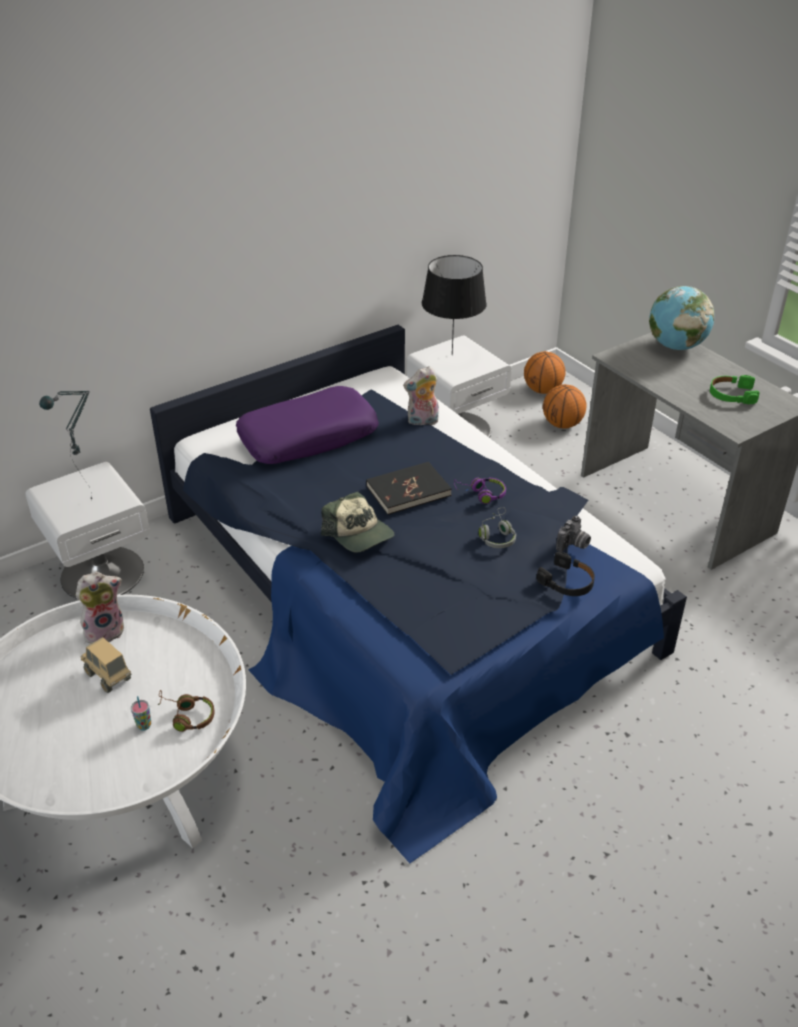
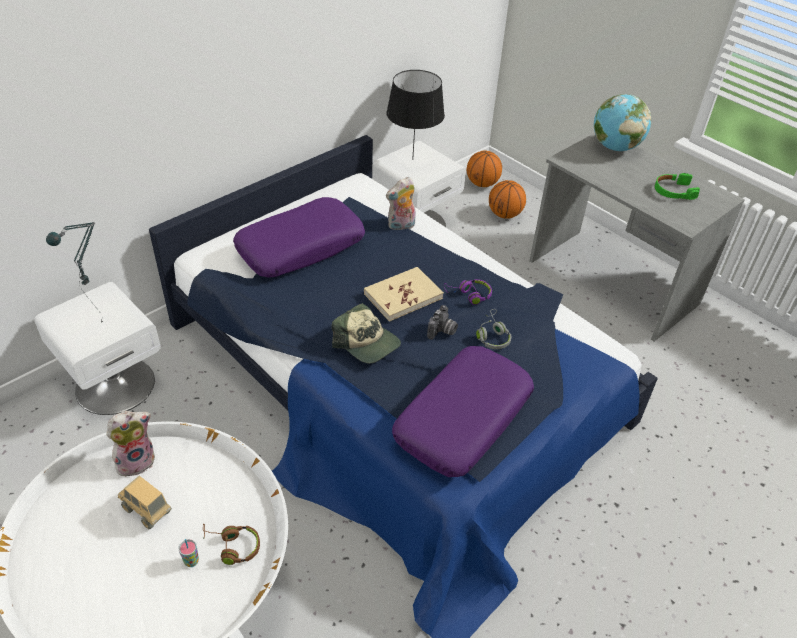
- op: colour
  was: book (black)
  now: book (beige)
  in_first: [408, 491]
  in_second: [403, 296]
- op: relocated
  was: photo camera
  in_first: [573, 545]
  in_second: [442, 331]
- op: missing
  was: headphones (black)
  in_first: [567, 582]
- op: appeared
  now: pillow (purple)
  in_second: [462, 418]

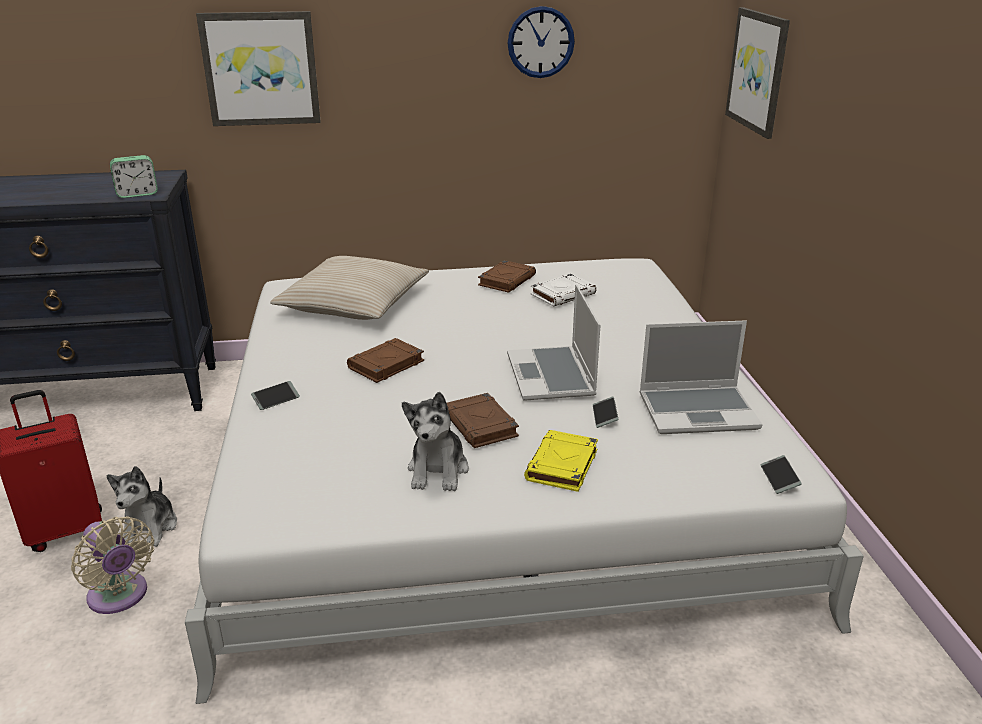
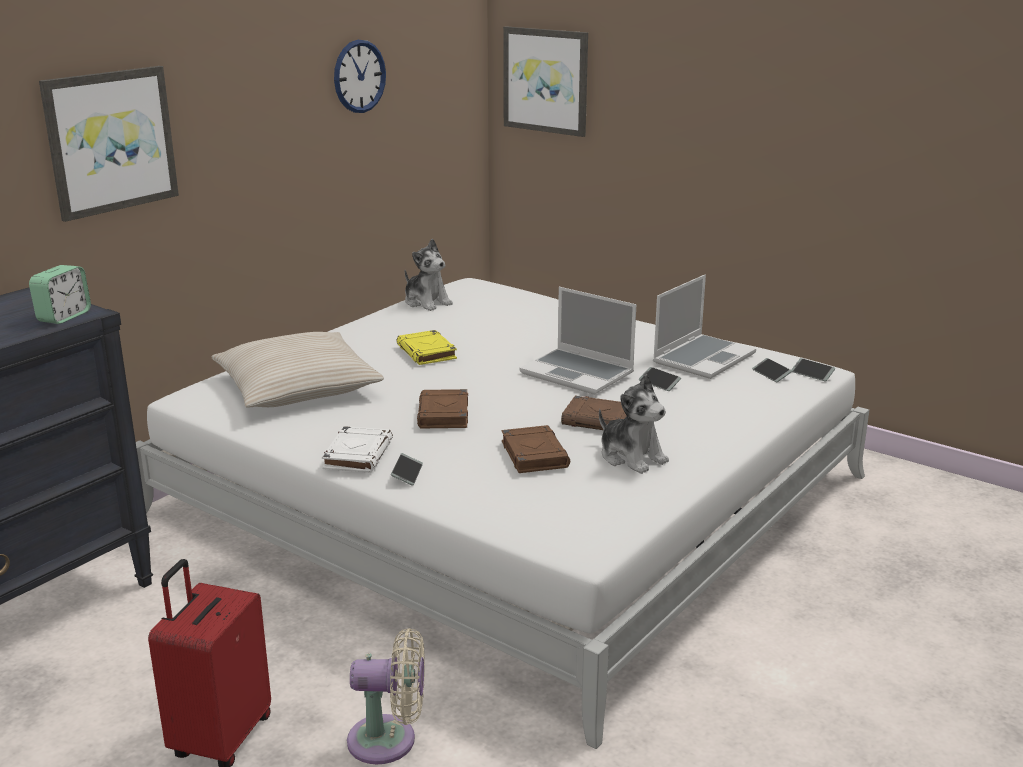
- op: relocated
  was: book (brown)
  in_first: [507, 280]
  in_second: [534, 454]
- op: relocated
  was: book (white)
  in_first: [563, 294]
  in_second: [358, 454]
- op: relocated
  was: book (yellow)
  in_first: [562, 466]
  in_second: [427, 352]
- op: relocated
  was: plush toy
  in_first: [150, 528]
  in_second: [427, 302]
- op: appeared
  now: phone
  in_second: [771, 374]

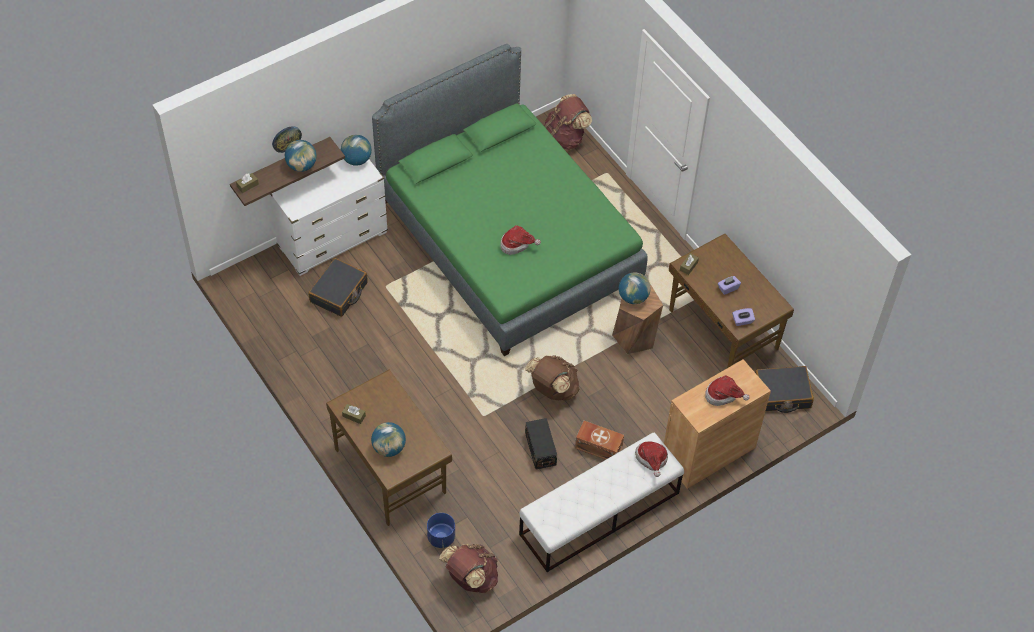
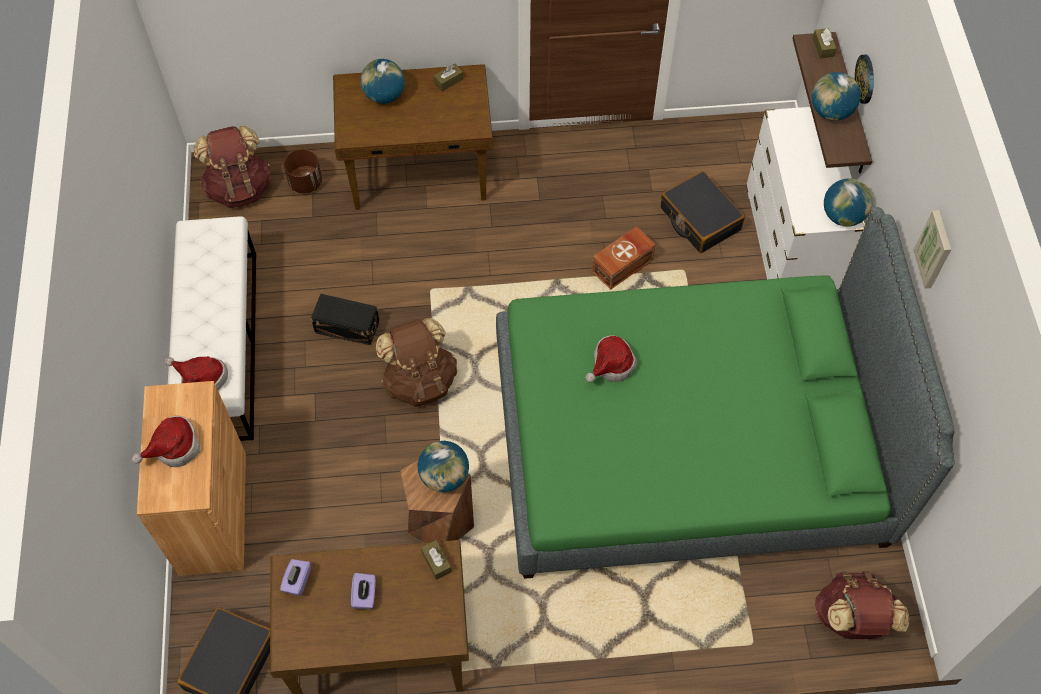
- op: relocated
  was: storage box (brown)
  in_first: [598, 446]
  in_second: [623, 266]
- op: colour
  was: planter (blue)
  now: planter (brown)
  in_first: [441, 537]
  in_second: [305, 182]
- op: appeared
  now: picture
  in_second: [935, 249]

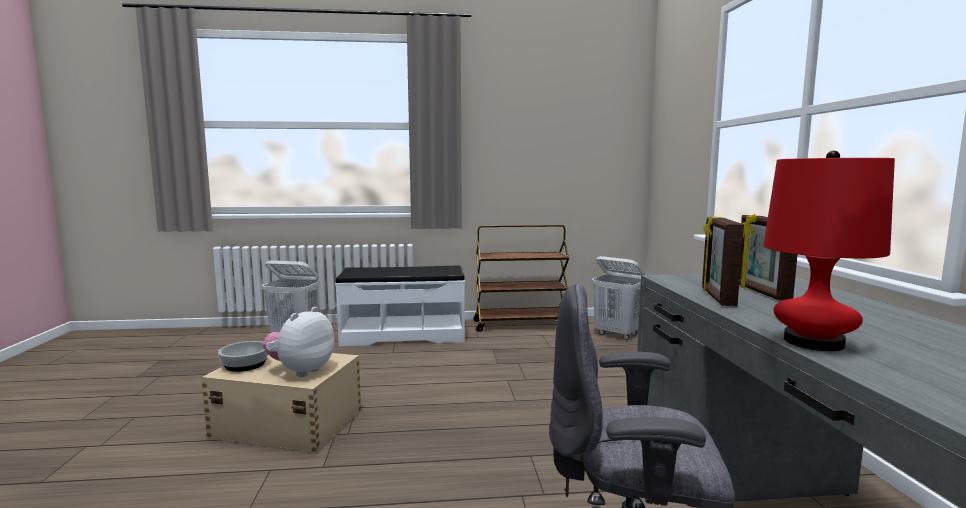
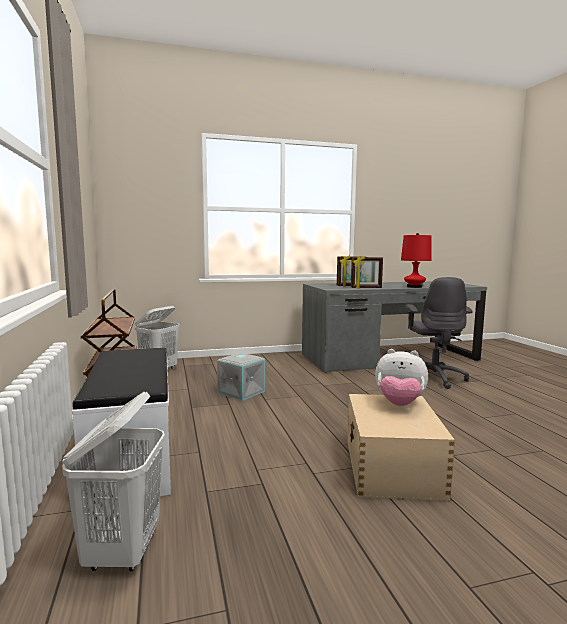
- op: missing
  was: bowl
  in_first: [246, 365]
- op: appeared
  now: storage box (grey)
  in_second: [241, 392]

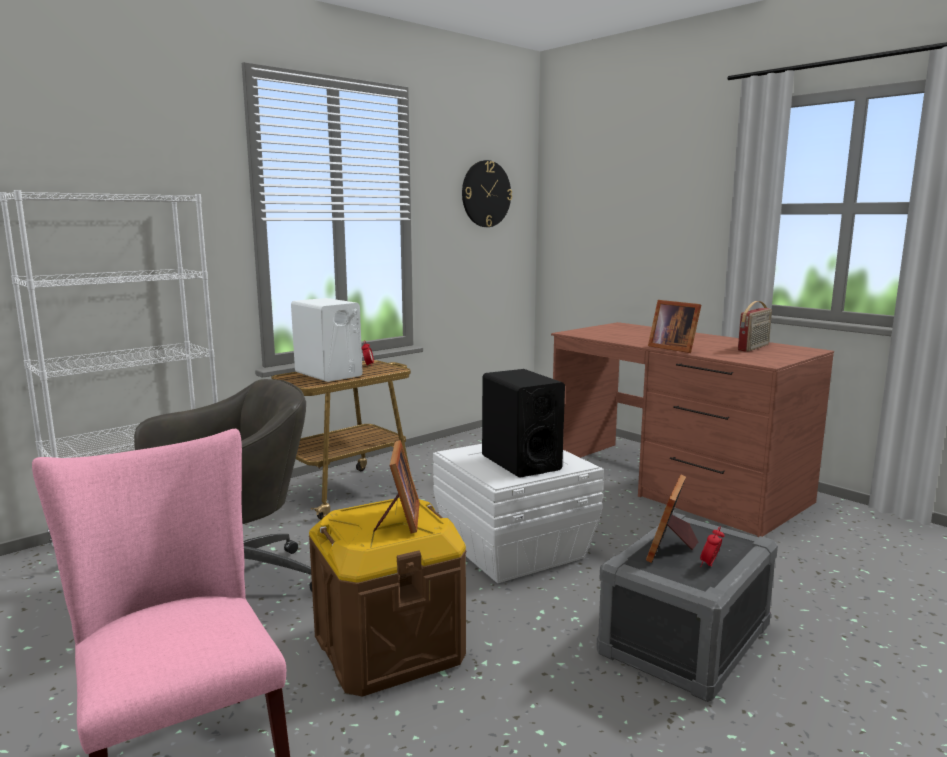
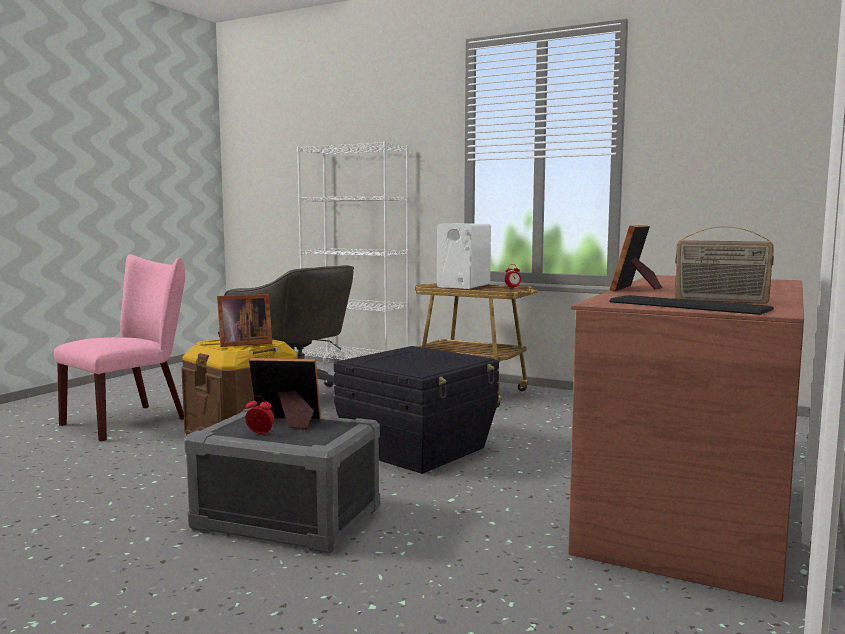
- op: missing
  was: wall clock
  in_first: [486, 194]
- op: missing
  was: speaker (black)
  in_first: [520, 462]
- op: colour
  was: storage box (white)
  now: storage box (black)
  in_first: [514, 548]
  in_second: [418, 449]
- op: appeared
  now: keyboard
  in_second: [688, 306]

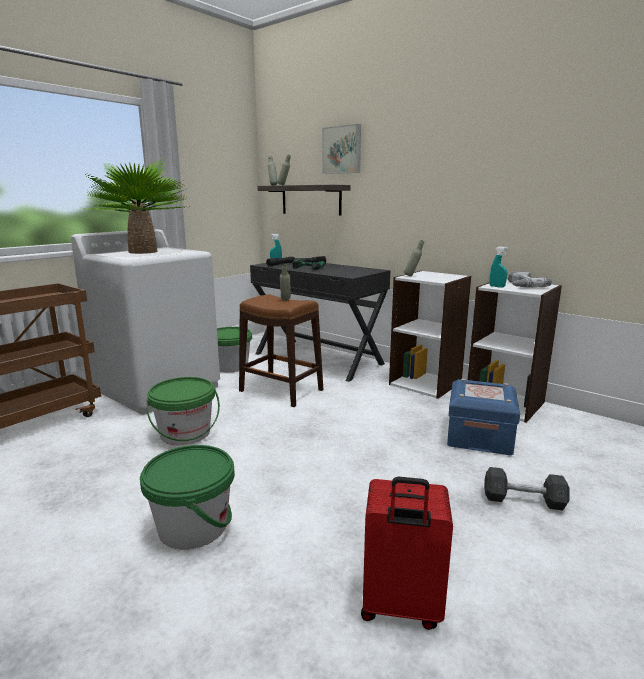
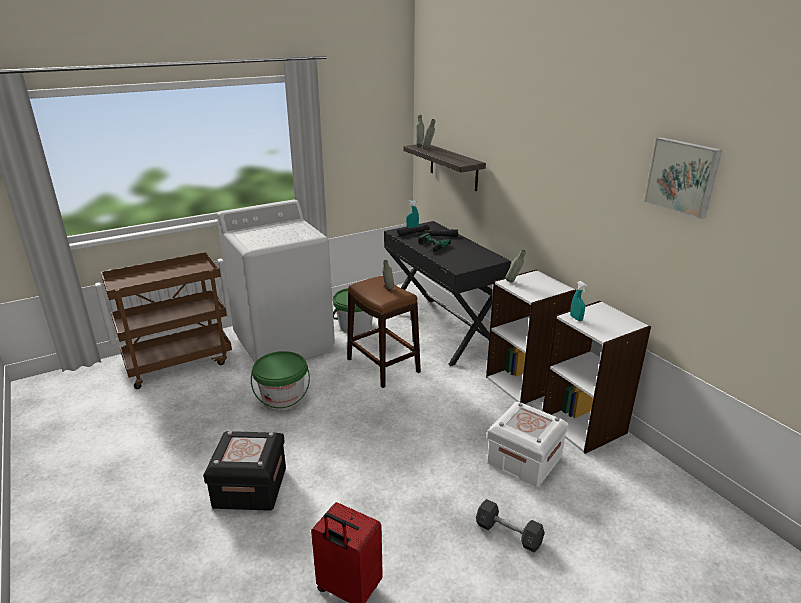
- op: relocated
  was: picture
  in_first: [342, 150]
  in_second: [683, 176]
- op: missing
  was: potted plant
  in_first: [143, 252]
- op: missing
  was: power drill
  in_first: [521, 285]
- op: colour
  was: storage box (blue)
  now: storage box (white)
  in_first: [479, 437]
  in_second: [524, 459]
- op: exchanged
  was: bucket (green)
  now: storage box (black)
  in_first: [193, 526]
  in_second: [250, 487]

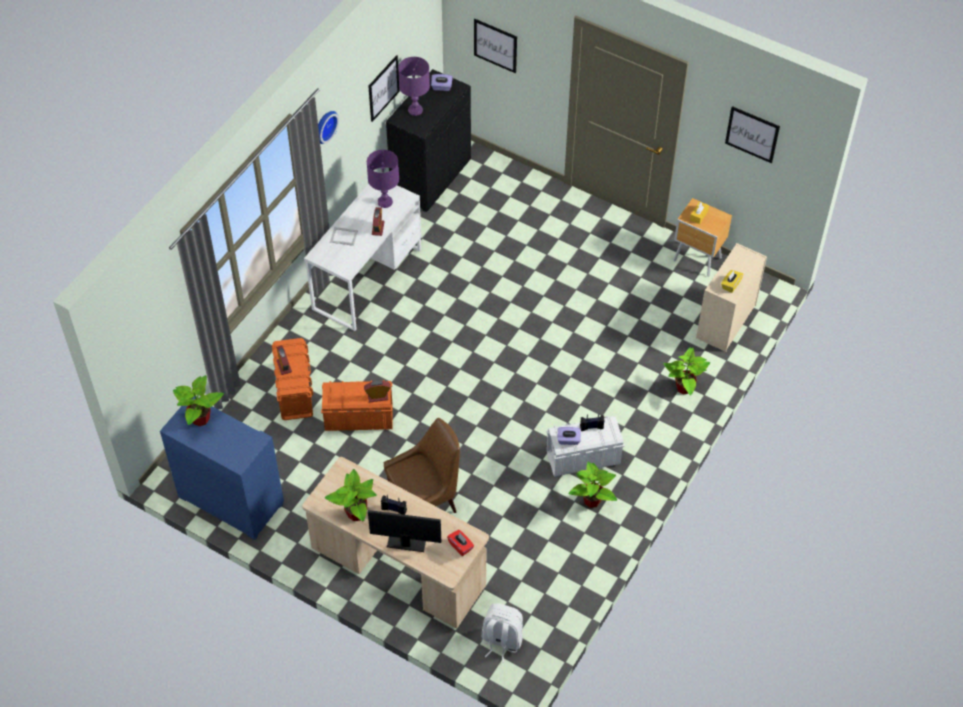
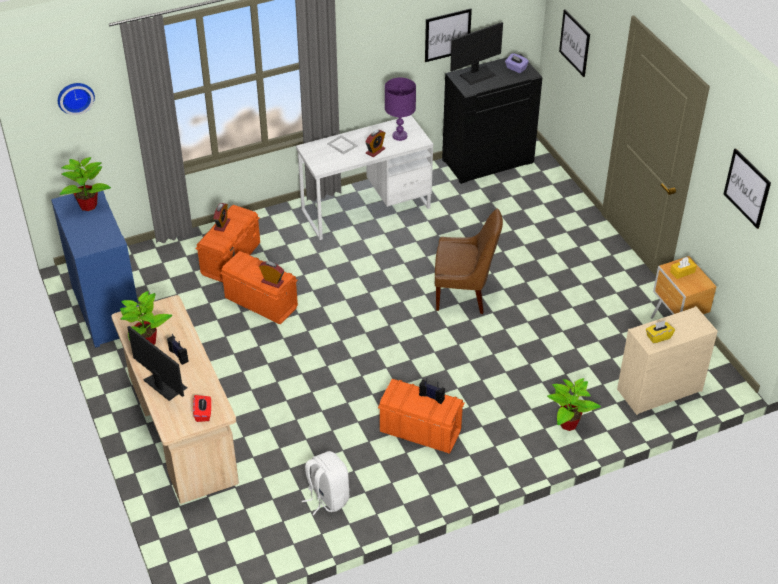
- op: exchanged
  was: table lamp (purple)
  now: monitor
  in_first: [415, 110]
  in_second: [477, 75]
- op: relocated
  was: wall clock
  in_first: [324, 126]
  in_second: [75, 97]
- op: colour
  was: storage box (white)
  now: storage box (orange)
  in_first: [582, 458]
  in_second: [420, 431]
- op: relocated
  was: chair (brown)
  in_first: [425, 500]
  in_second: [464, 294]
- op: missing
  was: tissue box (purple)
  in_first: [568, 440]
- op: missing
  was: potted plant
  in_first: [592, 500]
- op: relocated
  was: backpack (white)
  in_first: [501, 641]
  in_second: [327, 497]

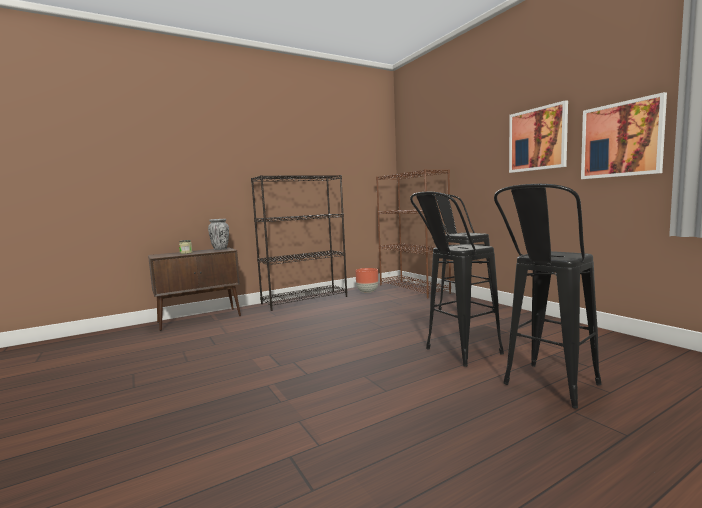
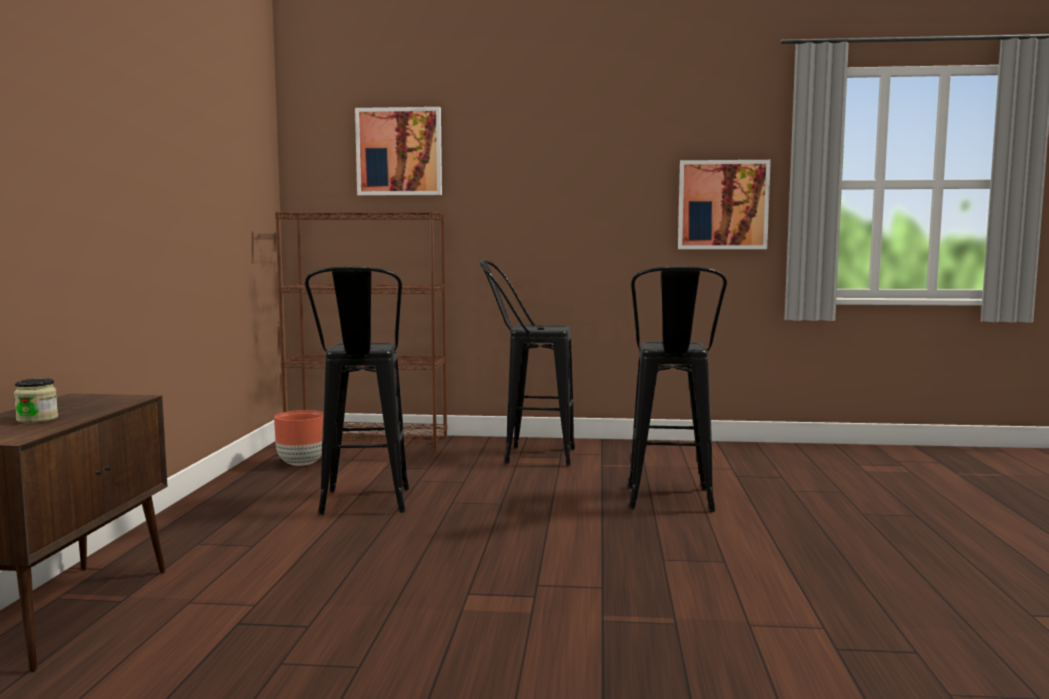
- op: relocated
  was: picture
  in_first: [537, 139]
  in_second: [399, 152]
- op: missing
  was: bookcase (black)
  in_first: [305, 300]
- op: relocated
  was: stool (black)
  in_first: [545, 389]
  in_second: [364, 507]
- op: missing
  was: vase
  in_first: [220, 249]

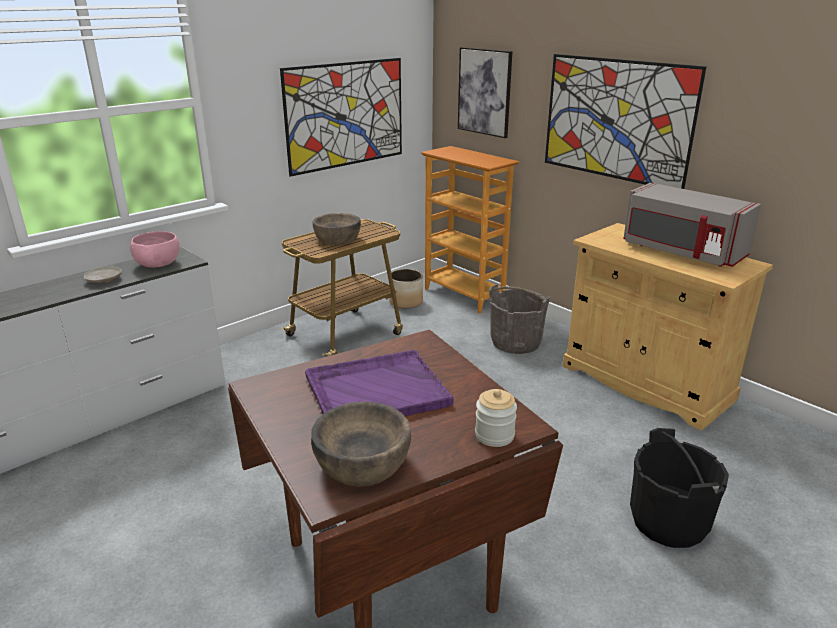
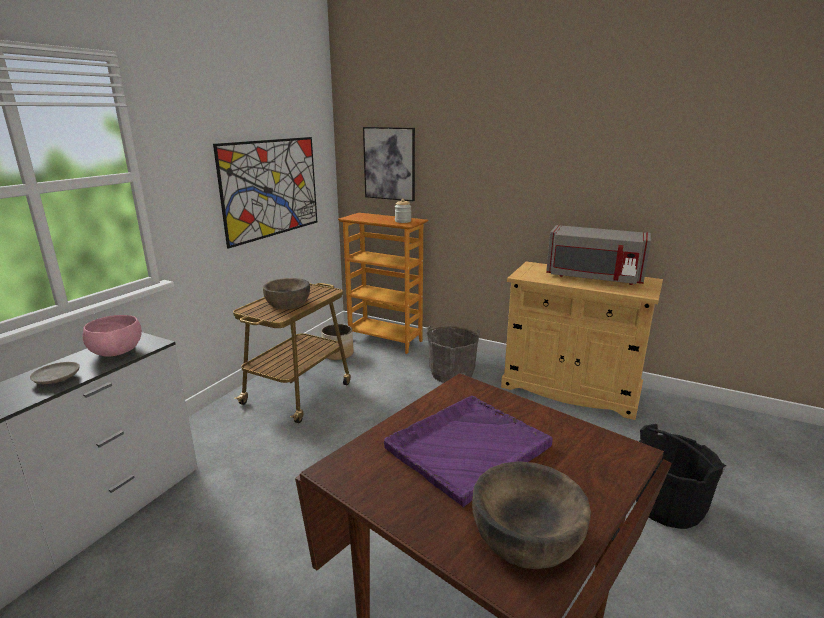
- op: missing
  was: picture
  in_first: [616, 120]
- op: relocated
  was: jar
  in_first: [494, 435]
  in_second: [403, 221]

